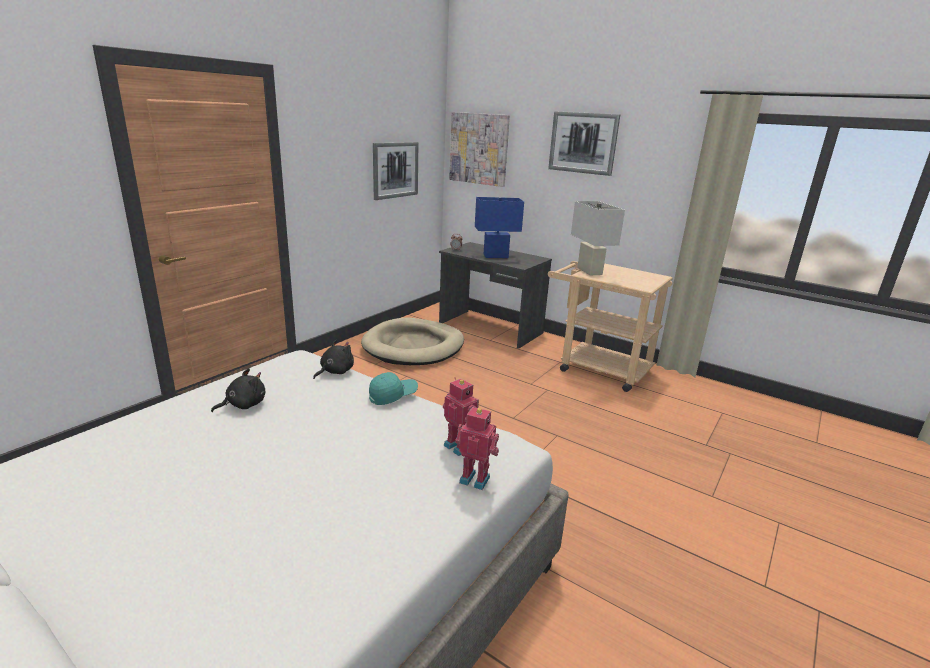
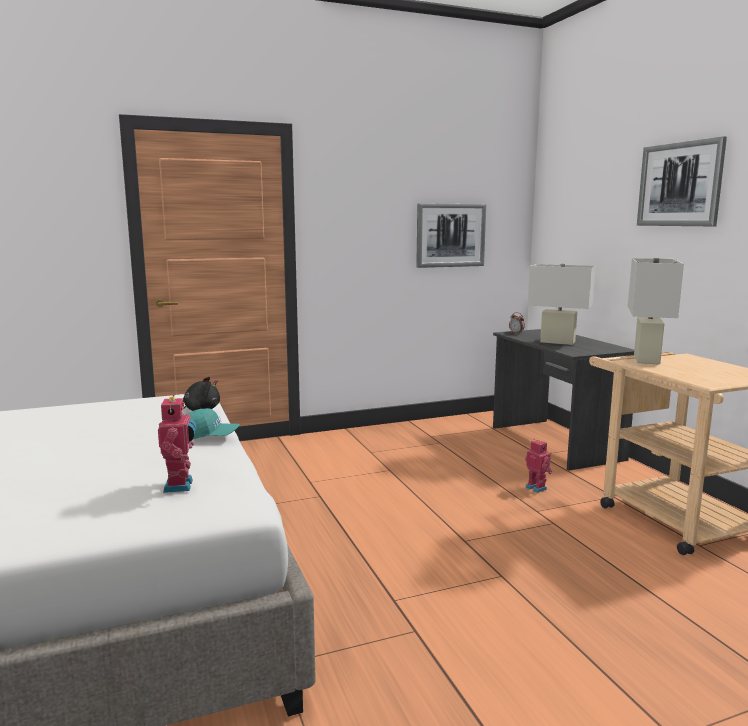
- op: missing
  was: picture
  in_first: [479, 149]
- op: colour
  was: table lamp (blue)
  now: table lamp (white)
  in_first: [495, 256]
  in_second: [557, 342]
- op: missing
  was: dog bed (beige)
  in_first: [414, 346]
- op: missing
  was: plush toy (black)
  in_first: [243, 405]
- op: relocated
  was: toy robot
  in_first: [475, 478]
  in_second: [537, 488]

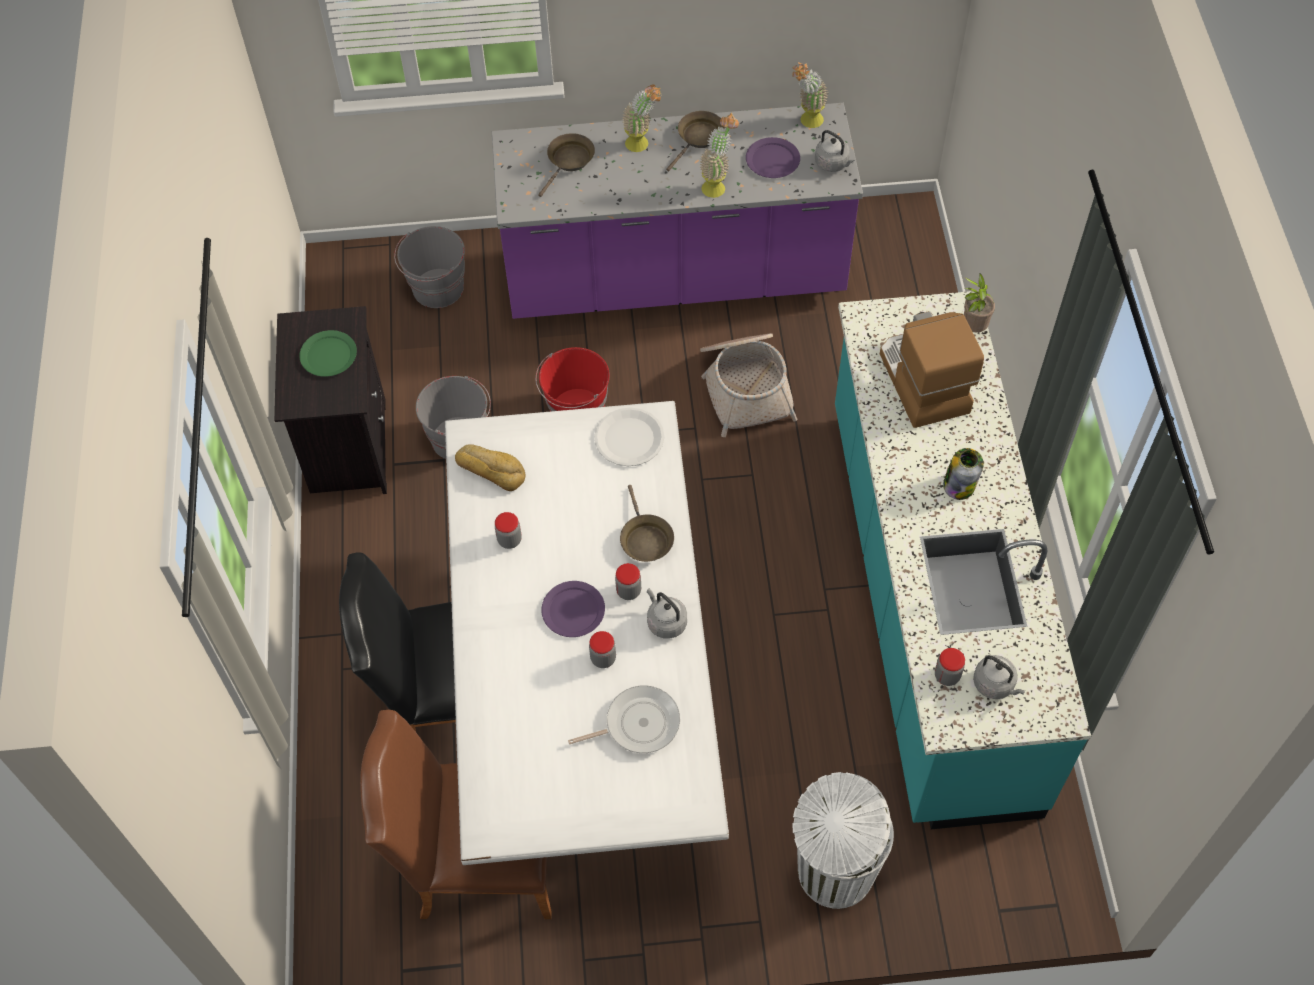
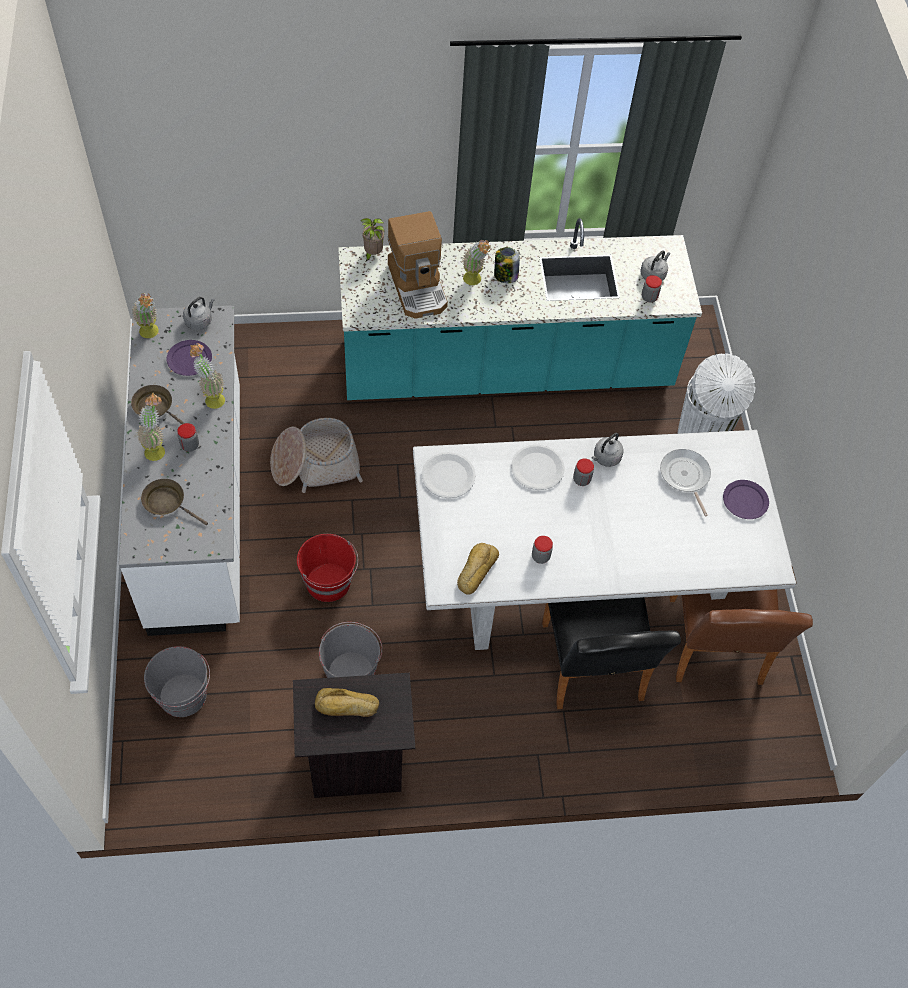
- op: colour
  was: counter (purple)
  now: counter (white)
  in_first: [675, 279]
  in_second: [199, 508]
- op: spun
  was: coffee machine
  in_first: [922, 382]
  in_second: [418, 286]
  clockwise: -90
- op: exchanged
  was: plate (green)
  now: bread
  in_first: [329, 355]
  in_second: [346, 707]
- op: exchanged
  was: frying pan (brown)
  now: plate (white)
  in_first: [645, 539]
  in_second: [537, 468]
- op: relocated
  was: plate (purple)
  in_first: [573, 611]
  in_second: [745, 500]
- op: relocated
  was: jar
  in_first: [603, 658]
  in_second: [190, 445]
- op: appeared
  now: potted plant
  in_second: [475, 281]

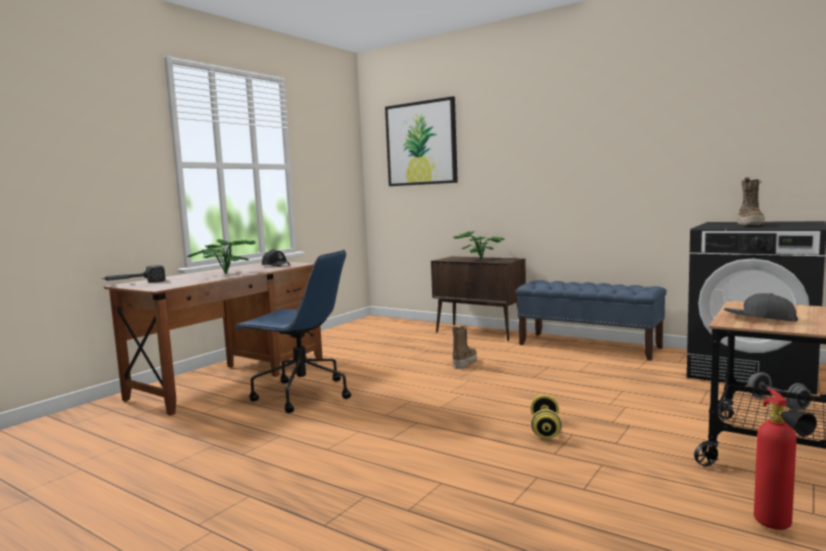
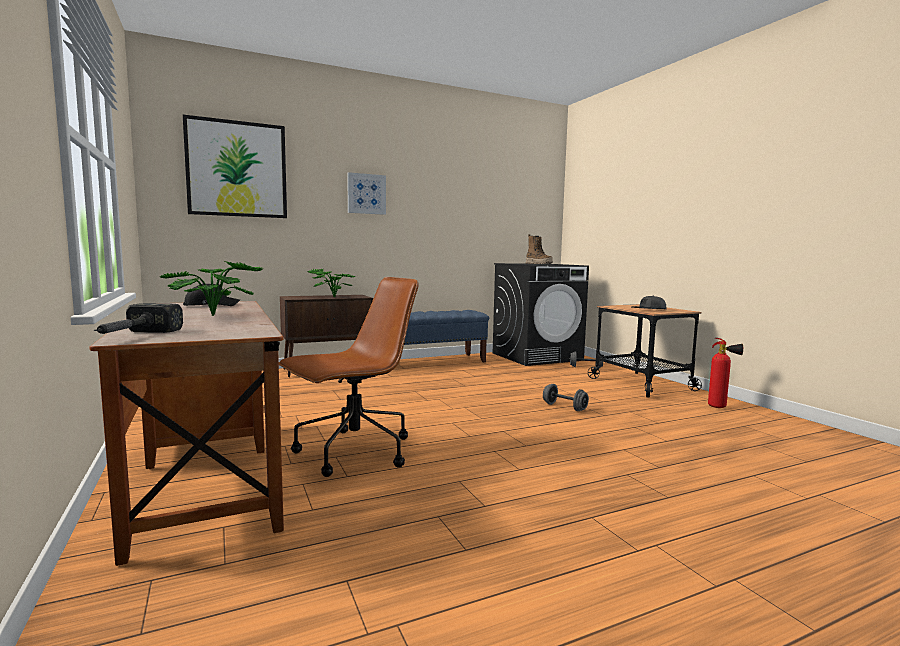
- op: colour
  was: office chair (blue)
  now: office chair (brown)
  in_first: [301, 394]
  in_second: [353, 453]
- op: missing
  was: boot
  in_first: [464, 363]
- op: colour
  was: dumbbell (yellow)
  now: dumbbell (grey)
  in_first: [545, 429]
  in_second: [564, 407]
- op: appeared
  now: picture
  in_second: [366, 194]

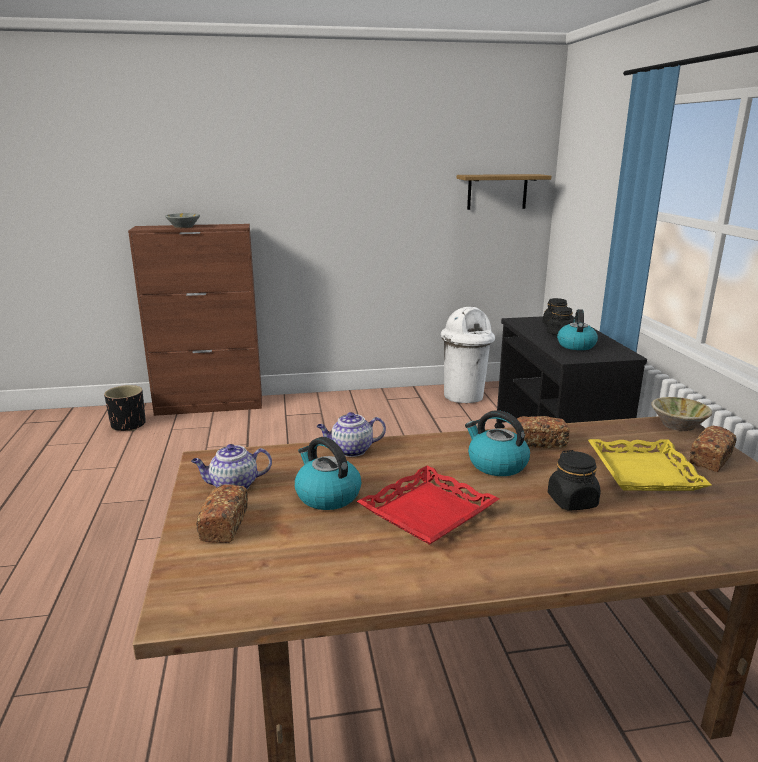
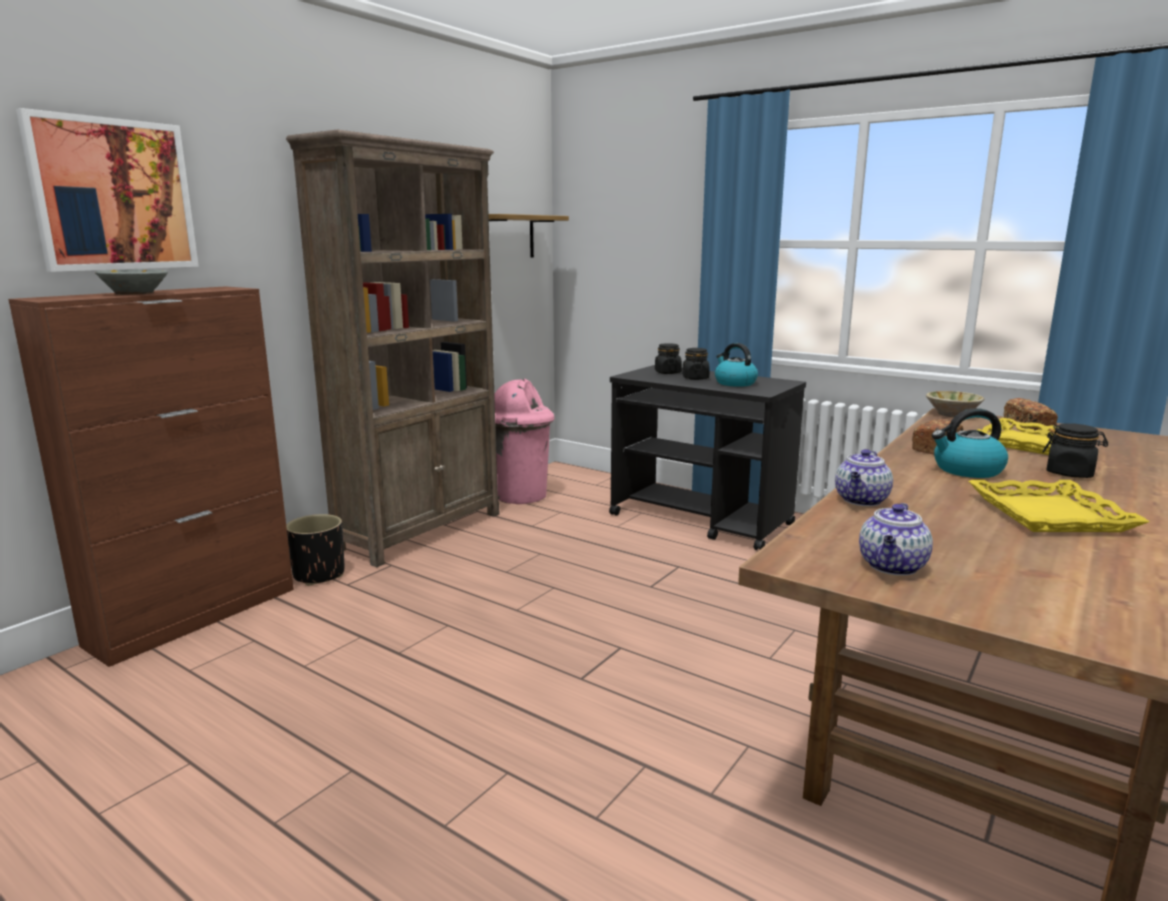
- op: colour
  was: trash can (white)
  now: trash can (pink)
  in_first: [464, 396]
  in_second: [521, 496]
- op: relocated
  was: planter (black)
  in_first: [128, 425]
  in_second: [319, 575]
- op: missing
  was: kettle
  in_first: [327, 495]
- op: colour
  was: tray (red)
  now: tray (yellow)
  in_first: [427, 511]
  in_second: [1048, 514]
- op: missing
  was: bread
  in_first: [224, 525]
- op: appeared
  now: picture
  in_second: [113, 195]
- op: appeared
  now: bookcase (brown)
  in_second: [422, 531]

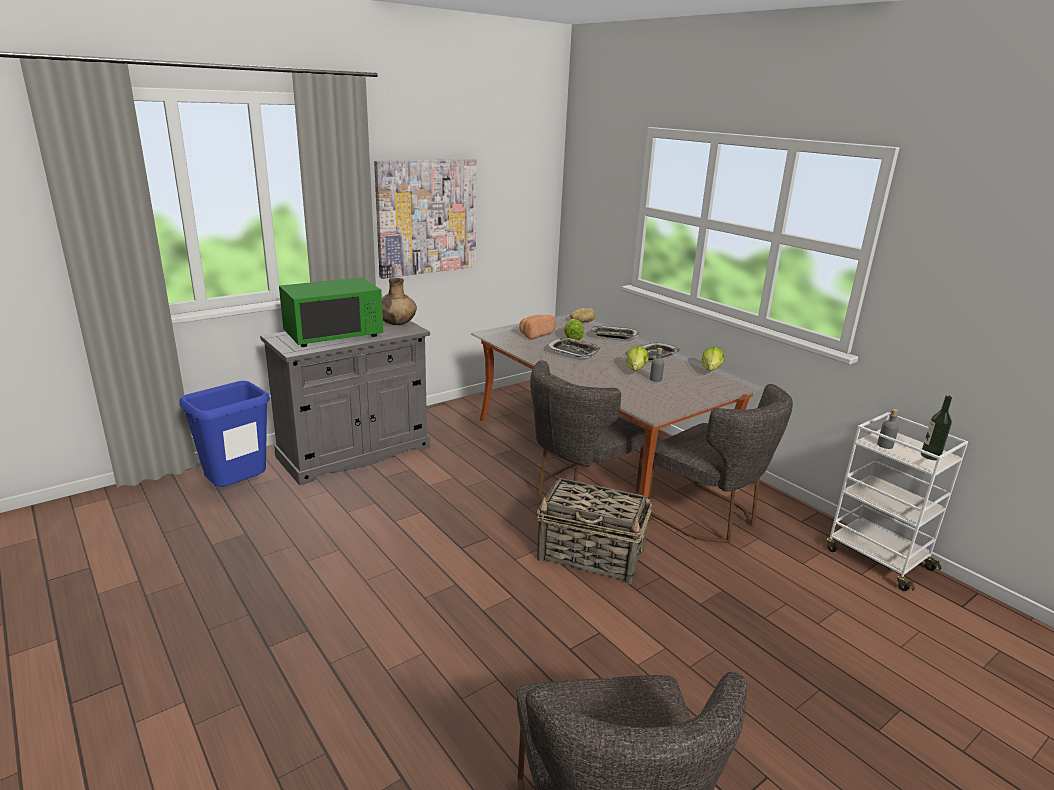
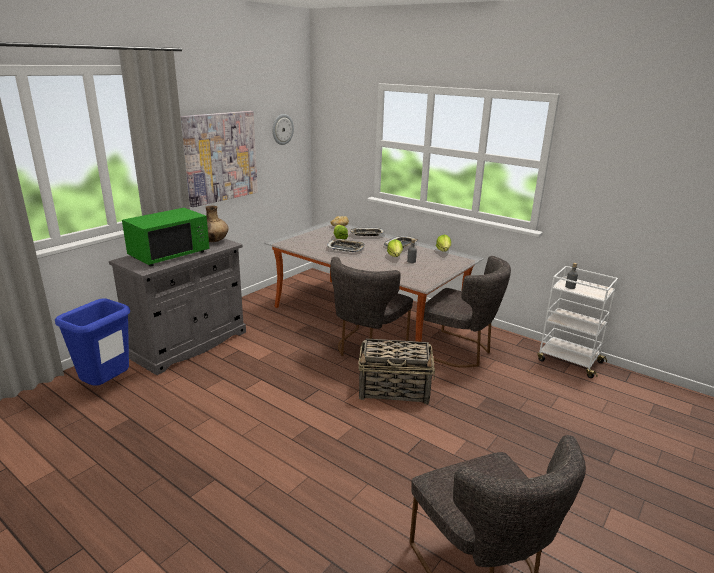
- op: missing
  was: bread
  in_first: [535, 334]
- op: missing
  was: bottle
  in_first: [930, 456]
- op: appeared
  now: wall clock
  in_second: [282, 129]

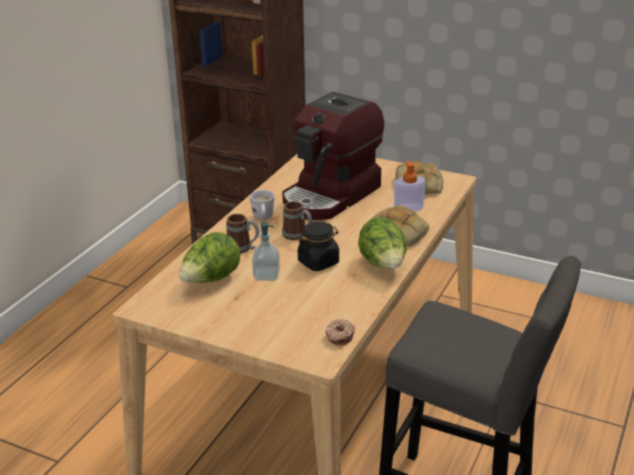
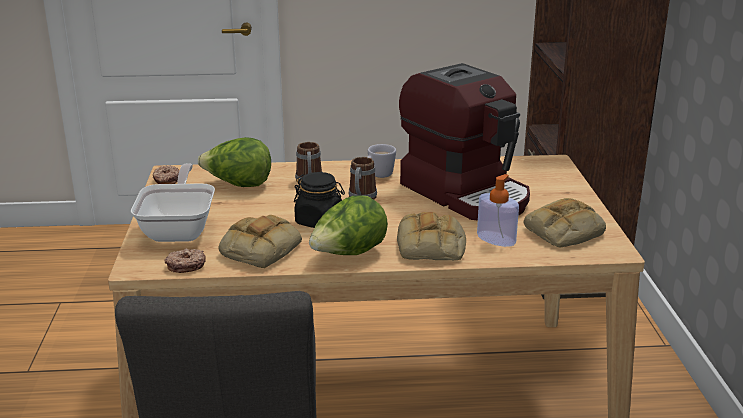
- op: spun
  was: coffee machine
  in_first: [331, 196]
  in_second: [466, 193]
  clockwise: -135
- op: missing
  was: soap dispenser
  in_first: [266, 275]
- op: appeared
  now: frying pan
  in_second: [180, 229]
- op: appeared
  now: donut
  in_second: [166, 180]
- op: appeared
  now: bread
  in_second: [260, 249]

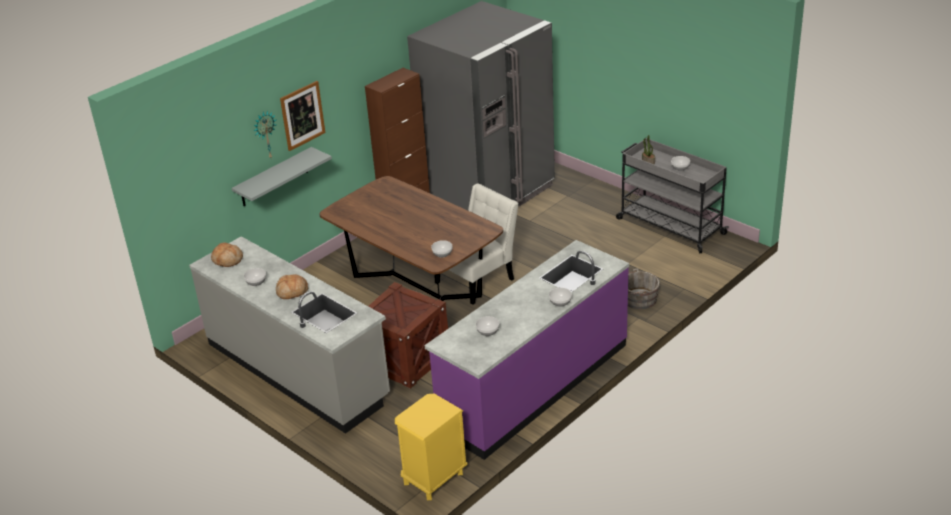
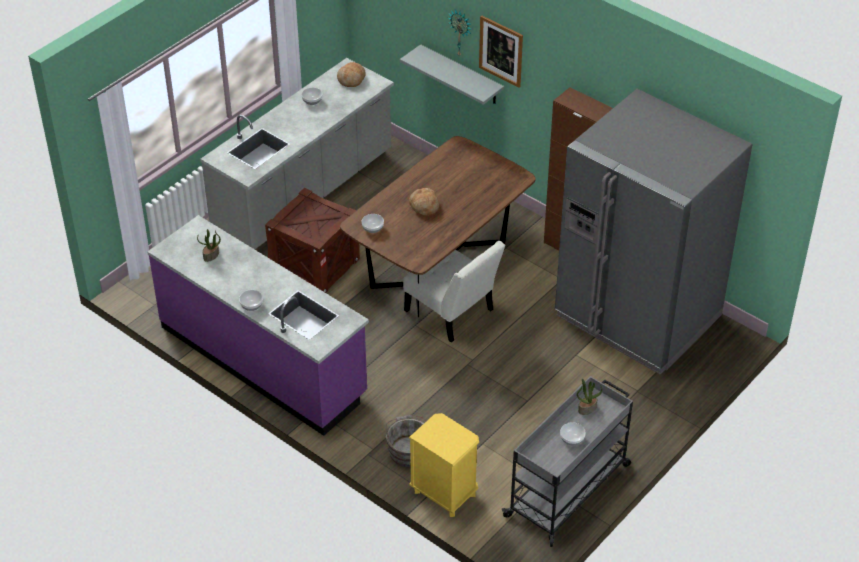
- op: relocated
  was: bread
  in_first: [292, 292]
  in_second: [424, 206]
- op: exchanged
  was: bowl
  now: potted plant
  in_first: [488, 332]
  in_second: [211, 255]
- op: relocated
  was: nightstand (yellow)
  in_first: [434, 479]
  in_second: [444, 493]

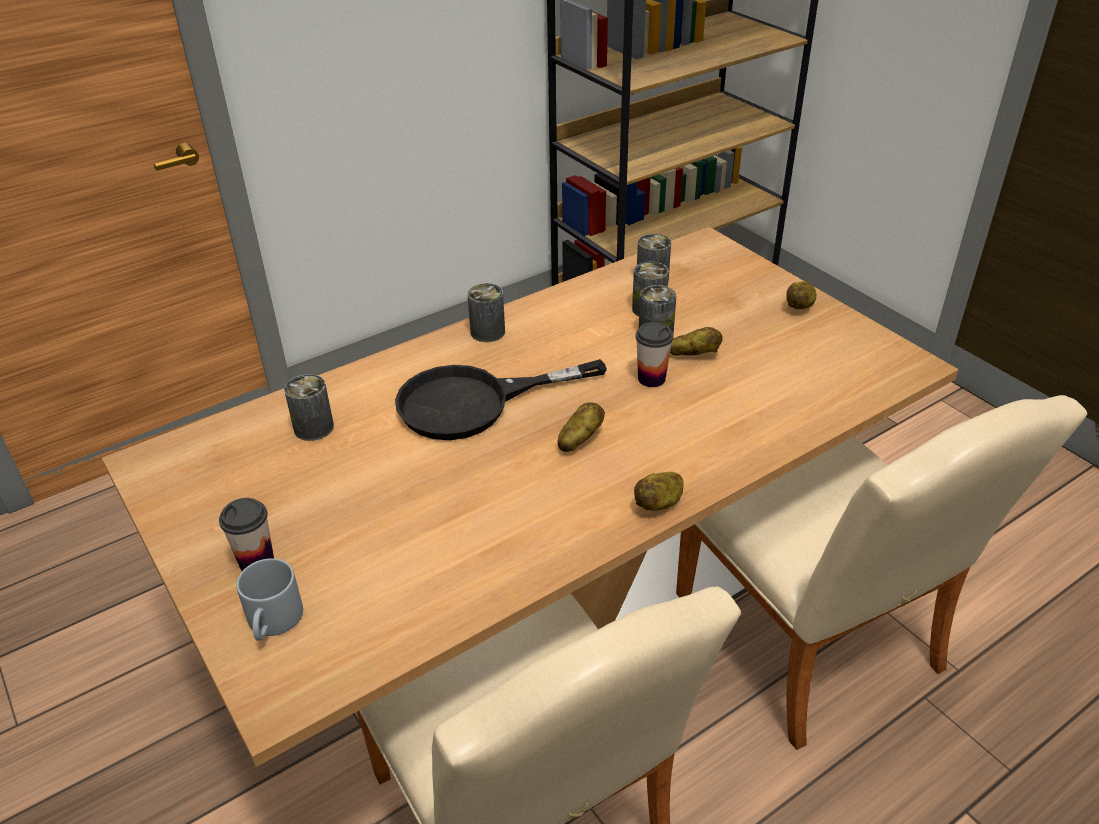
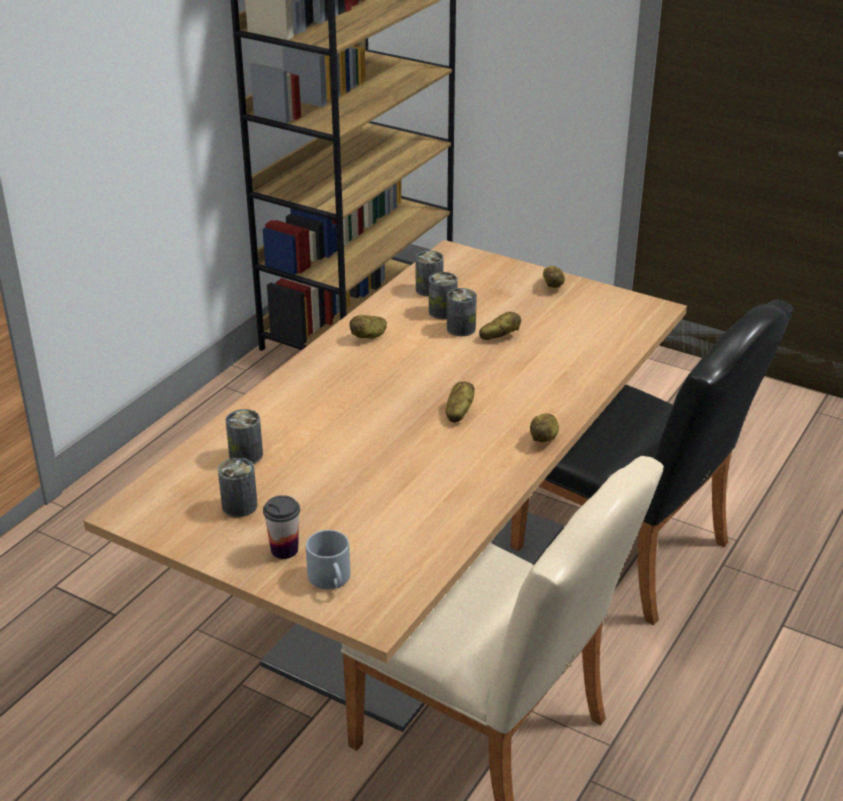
- op: relocated
  was: can
  in_first: [487, 332]
  in_second: [239, 506]
- op: missing
  was: cup
  in_first: [651, 378]
- op: missing
  was: frying pan (black)
  in_first: [474, 402]
- op: colour
  was: chair (beige)
  now: chair (black)
  in_first: [817, 647]
  in_second: [632, 555]
- op: appeared
  now: potato
  in_second: [369, 336]

